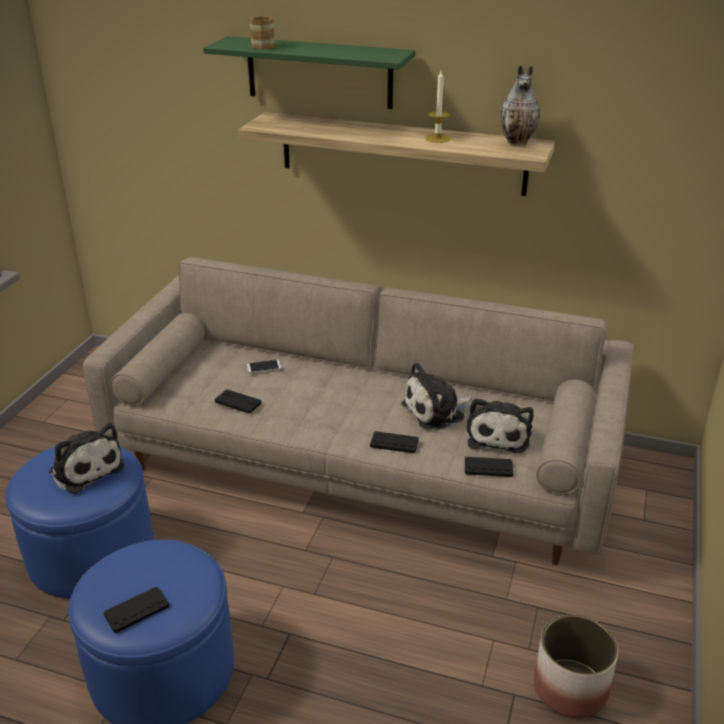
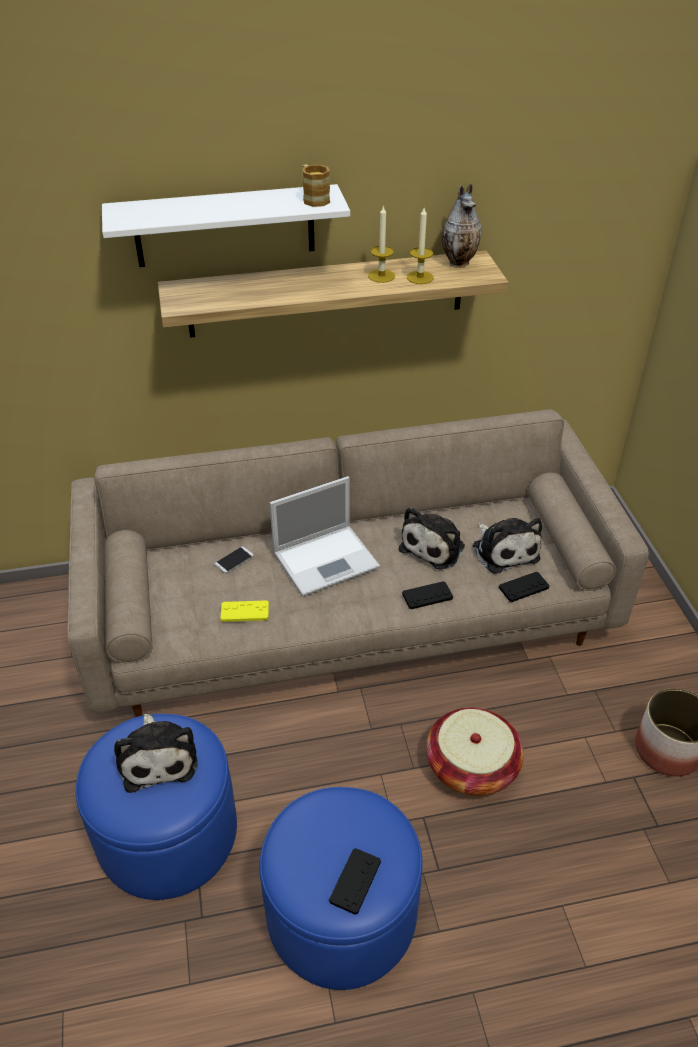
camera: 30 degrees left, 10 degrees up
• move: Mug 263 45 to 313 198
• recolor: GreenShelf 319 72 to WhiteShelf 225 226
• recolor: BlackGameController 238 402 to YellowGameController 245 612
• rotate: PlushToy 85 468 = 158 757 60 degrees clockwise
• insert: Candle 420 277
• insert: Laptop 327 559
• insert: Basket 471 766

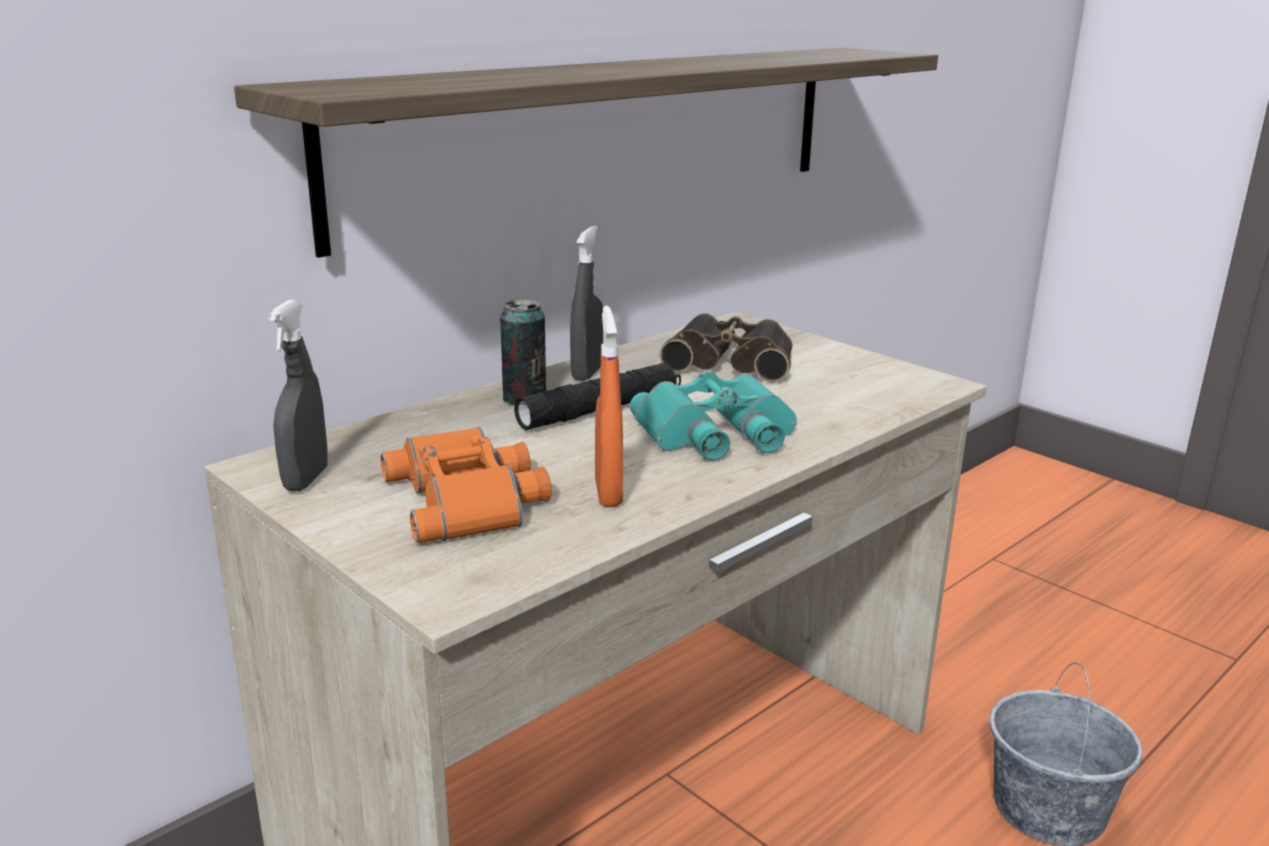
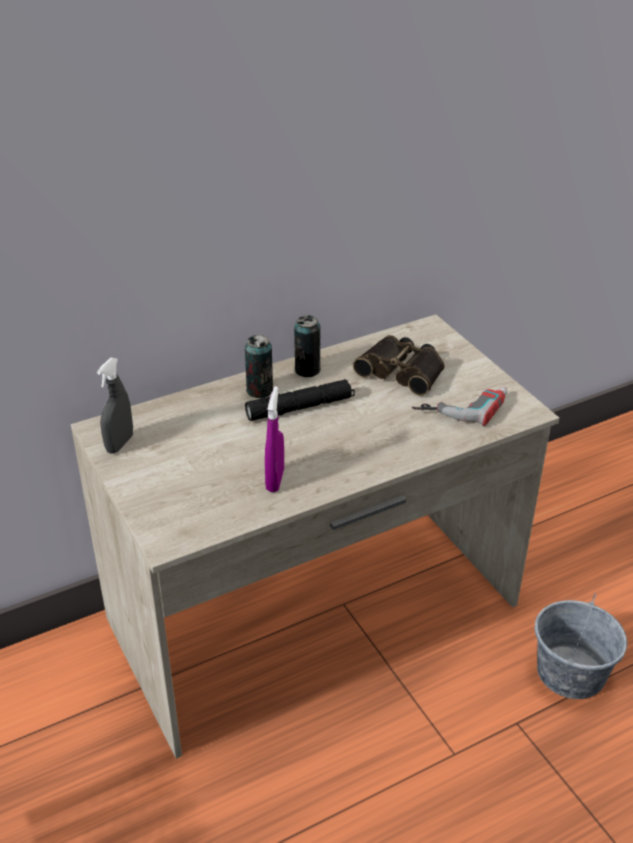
camera: 15 degrees right, 15 degrees up
• delete: Shelf 607 135
• replace: GreySprayBottle 587 373 to Can 307 370
• recolor: OrangeSprayBottle 608 493 to PurpleSprayBottle 275 480
• delete: TurquoiseBinoculars 717 434
• delete: OrangeBinoculars 470 499
• insert: PowerDrill 461 405

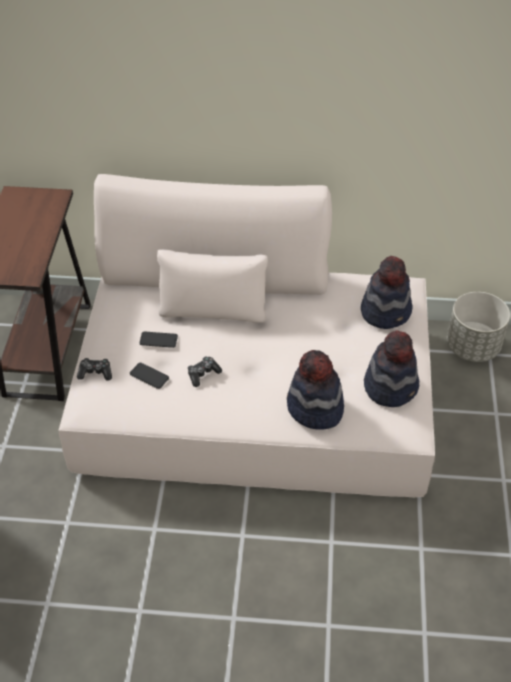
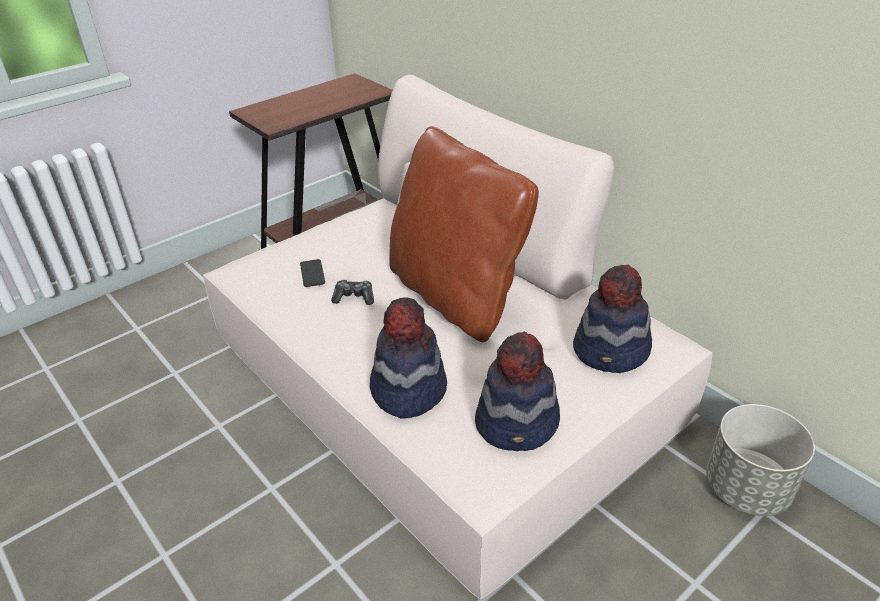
camera: 45 degrees right, 10 degrees down
• delete: Phone 158 340
• delete: GameController 95 373
• insert: BrownPillow 455 296

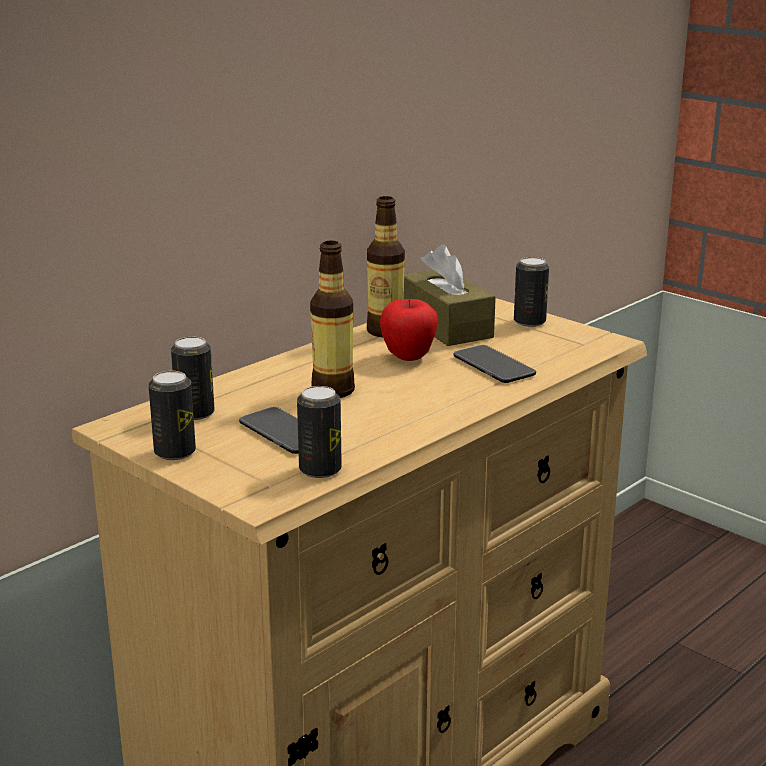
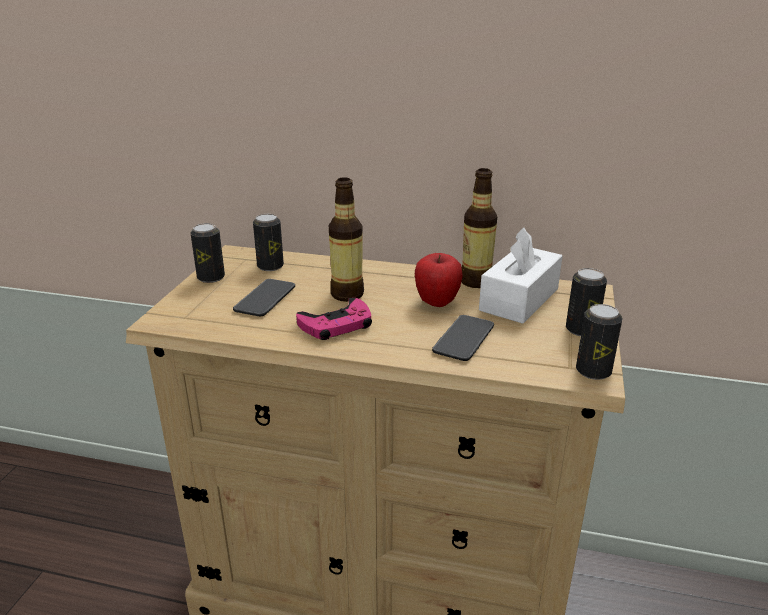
camera: 60 degrees right, 5 degrees up
• recolor: BrownTissueBox 446 326 to WhiteTissueBox 519 299
• move: Can 320 470 to 593 371
• insert: PinkGameController 337 325

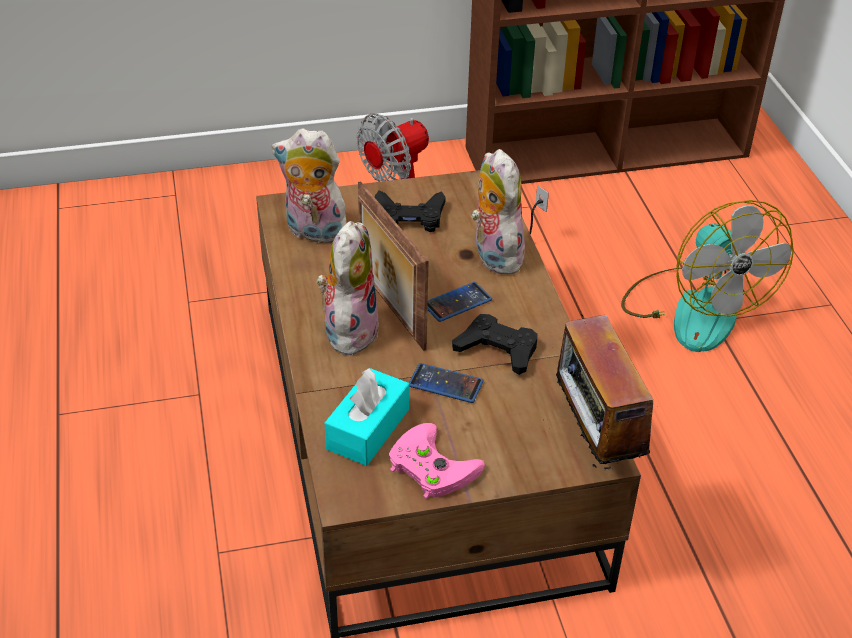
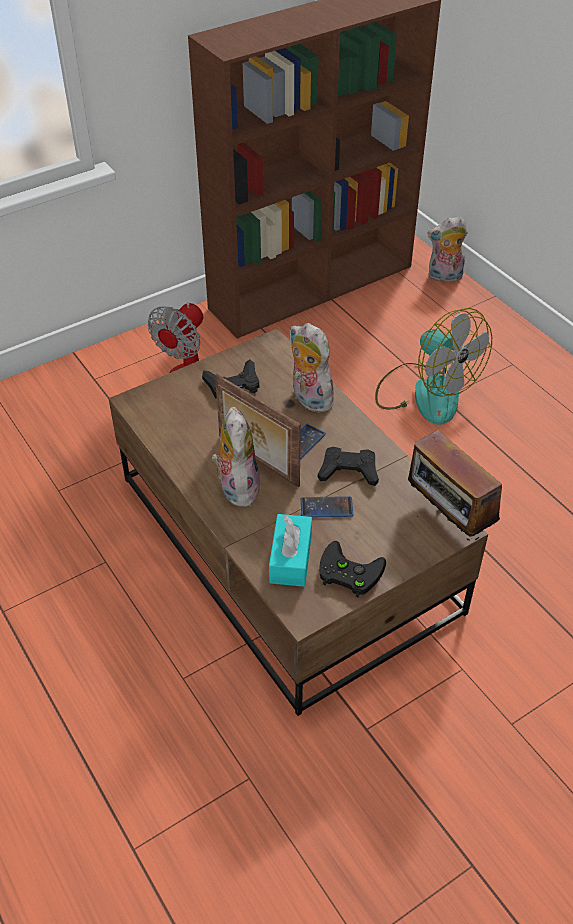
camera: 20 degrees left, 5 degrees up
• move: PlushToy 313 232 to 444 277
• recolor: PinkGameController 429 466 to BlackGameController 347 572

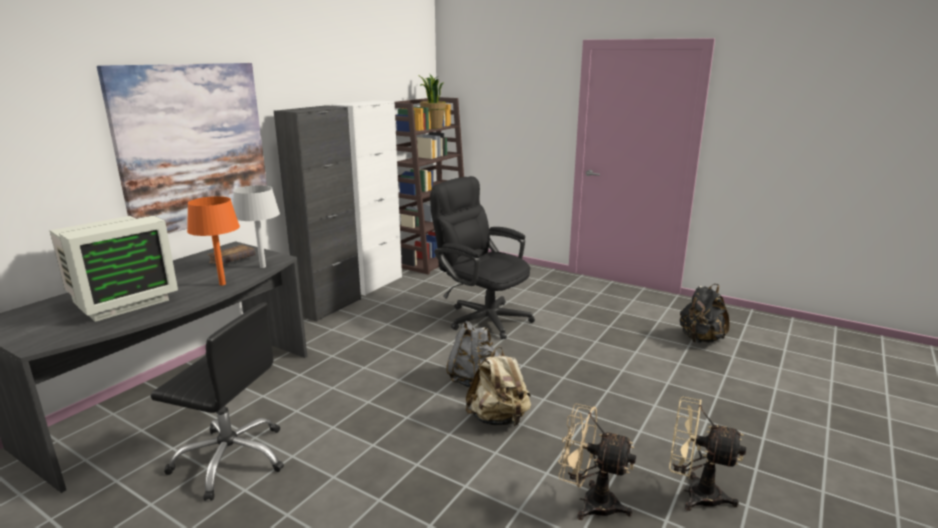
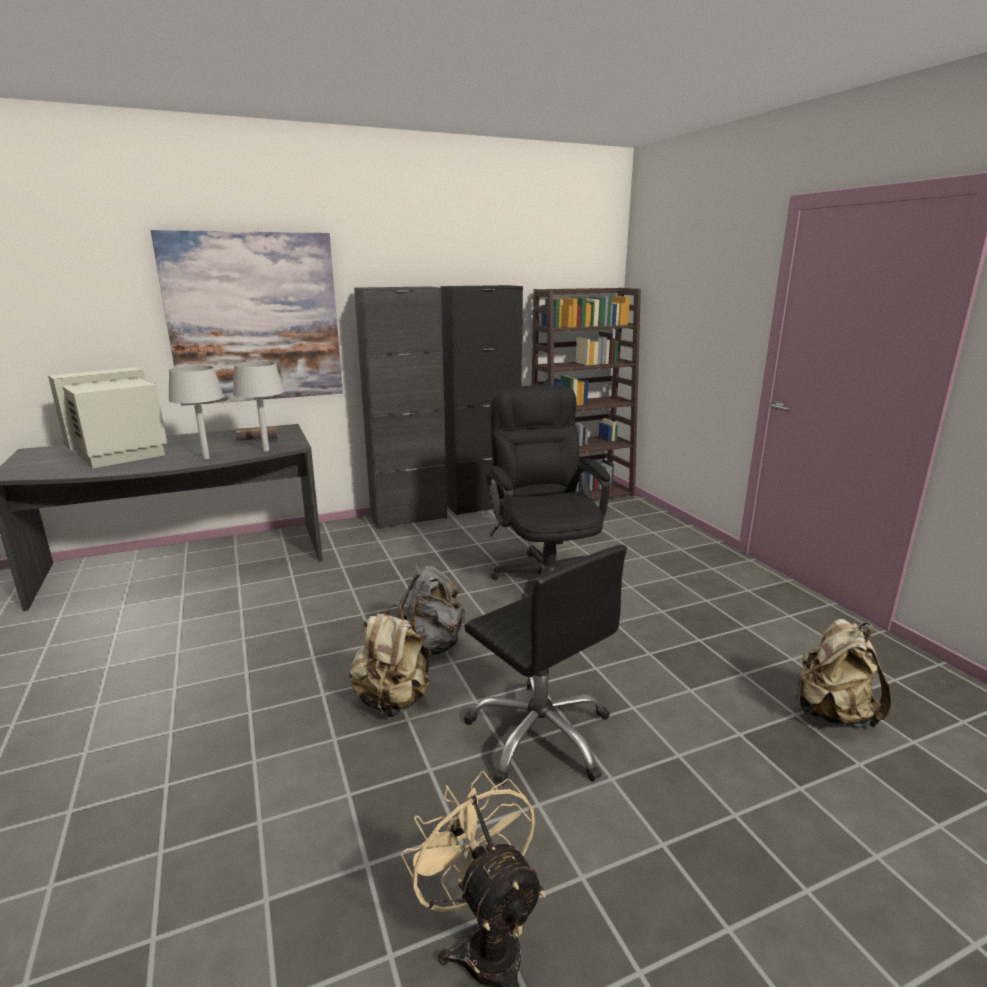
camera: 35 degrees right, 0 degrees up
• delete: PottedPlant 433 127
• recolor: WhiteCabinet 374 283 to BlackCabinet 483 505
• recolor: OrangeTableLamp 222 284 to GreyTableLamp 206 458
• rotate: Monitor 120 301 = 121 454 150 degrees clockwise
• recolor: BlackBackpack 701 339 to BeigeBackpack 832 713
• move: BlackOfficeChair 231 459 to 540 734
• delete: BeigeFan 590 502

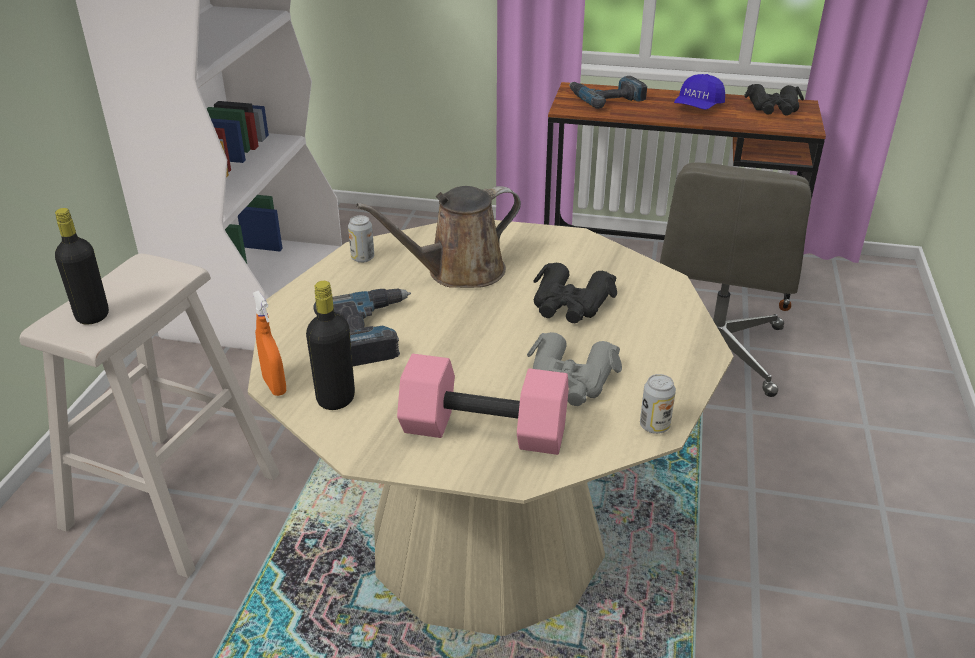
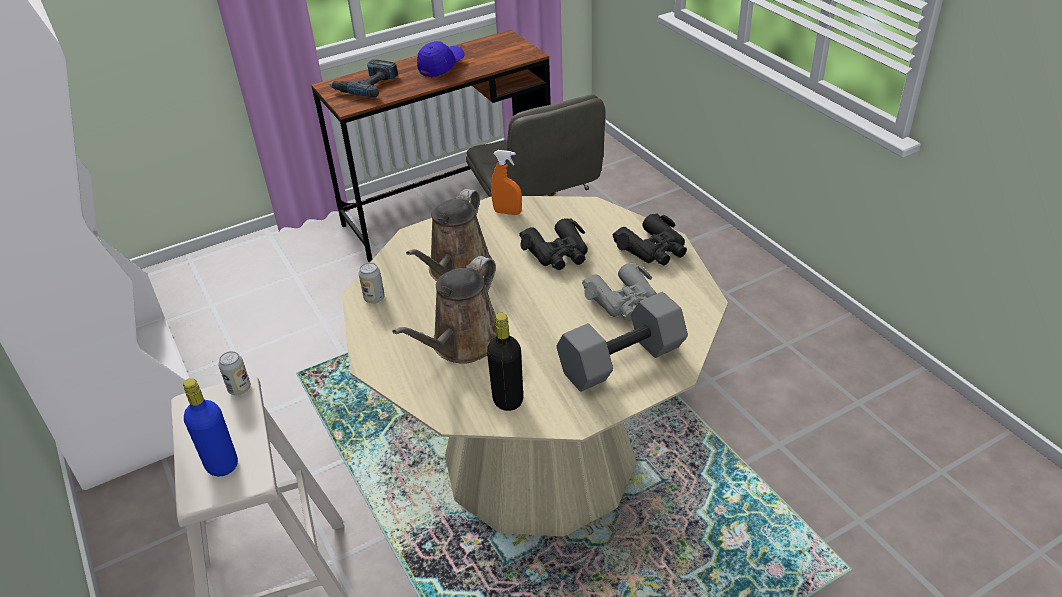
camera: 40 degrees left, 5 degrees up
• rotate: BlueCap 698 107 = 441 66 135 degrees counterclockwise
• move: BlackBinoculars 773 108 to 653 249
• recolor: BlackBottle 92 316 to BlueBottle 222 465
• replace: PowerDrill 371 332 to BrownWateringCan 463 344
• move: OrangeSprayBottle 274 386 to 507 212
• recolor: PinkDumbbell 486 429 to GreyDumbbell 621 359
• move: Can 654 426 to 239 388

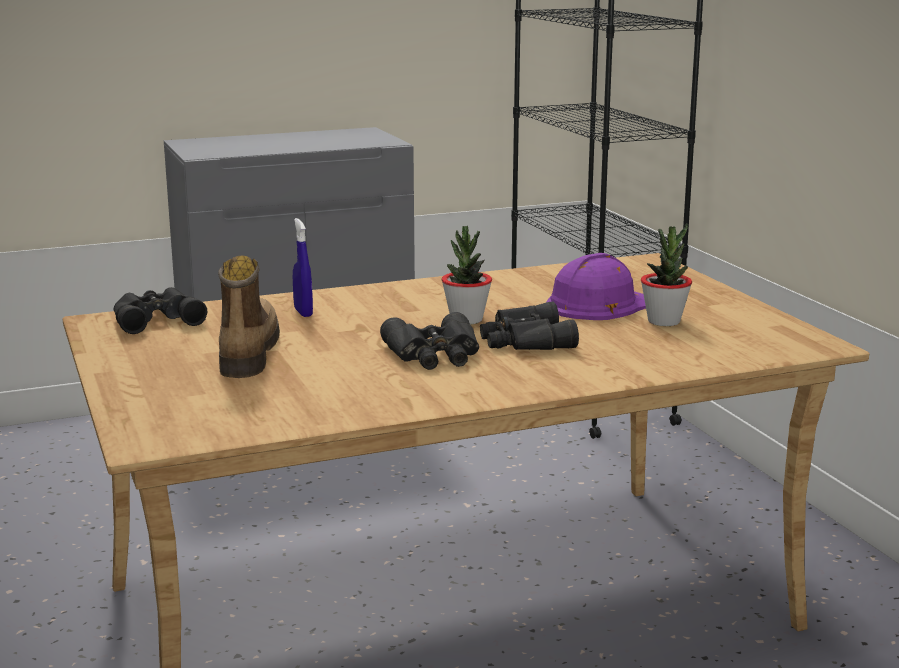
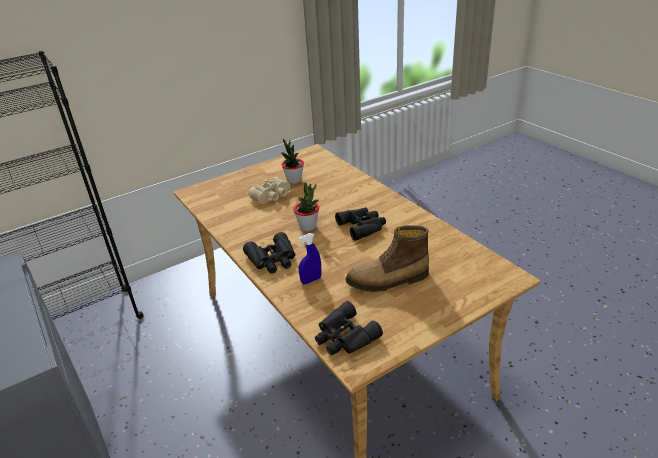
camera: 100 degrees left, 15 degrees up
• replace: PurpleHardHat 599 304 to BeigeBinoculars 272 196
• move: BlackBinoculars 524 341 to 273 259

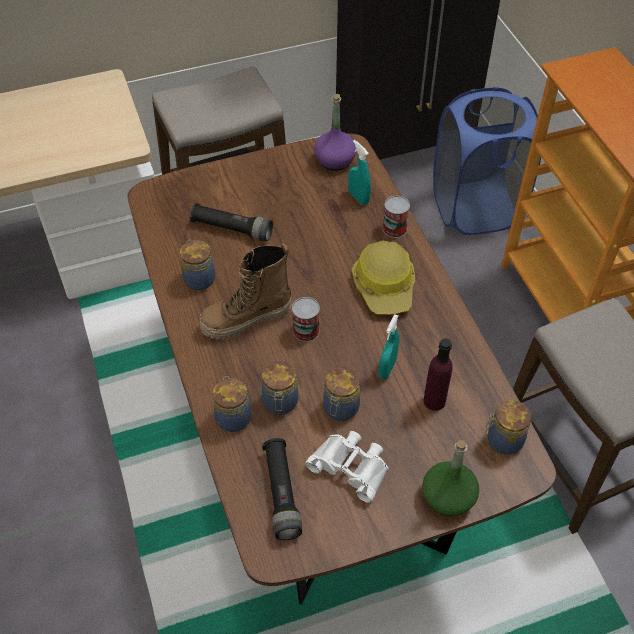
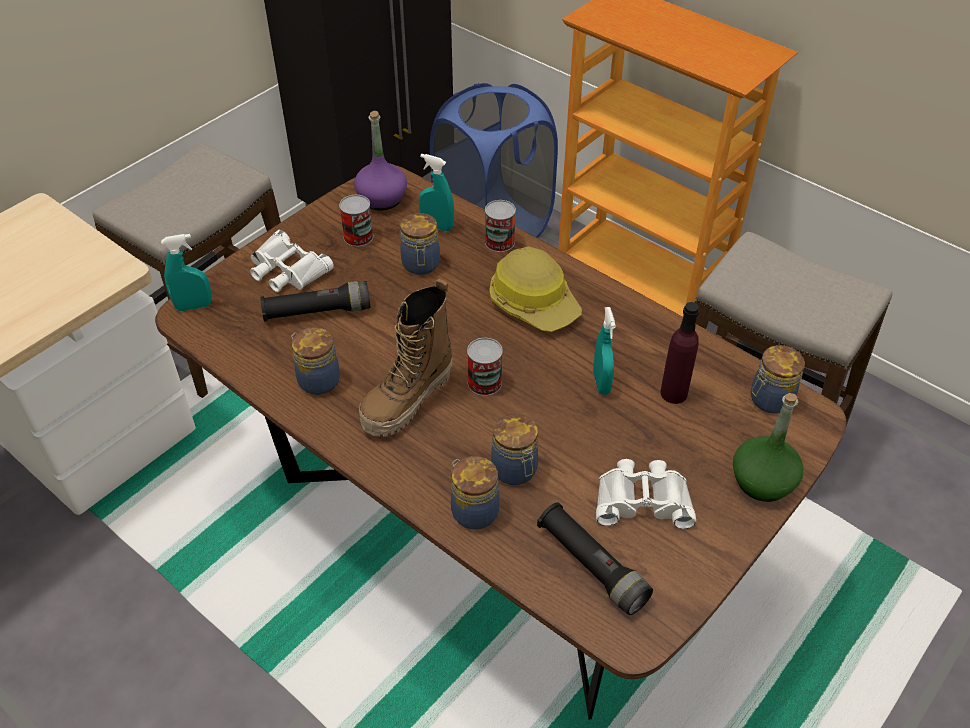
camera: 30 degrees left, 5 degrees down
• move: Jar 340 409 to 421 265
• insert: Can 358 237
• insert: WhiteBinoculars 287 270
• insert: TurquoiseSprayBottle 194 306

